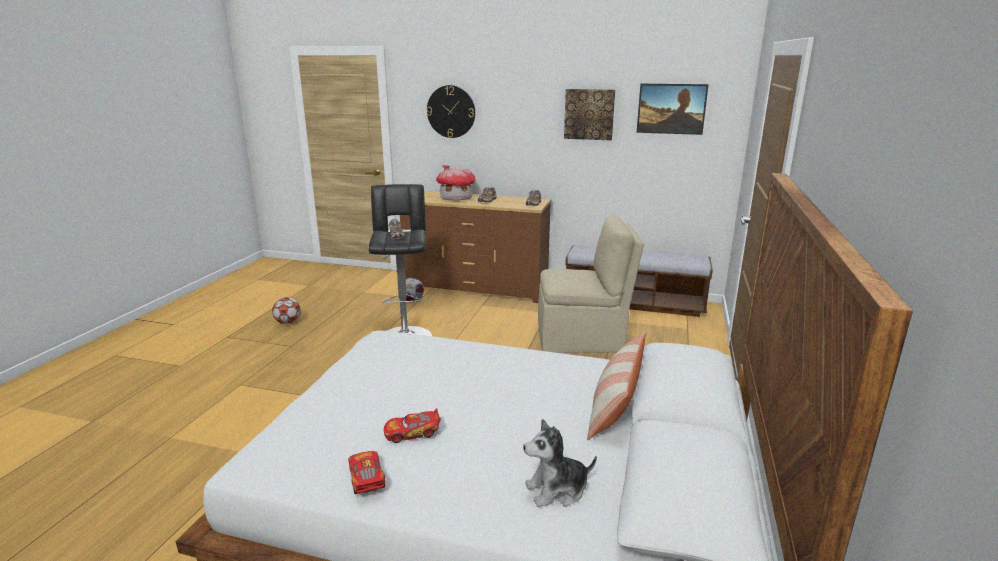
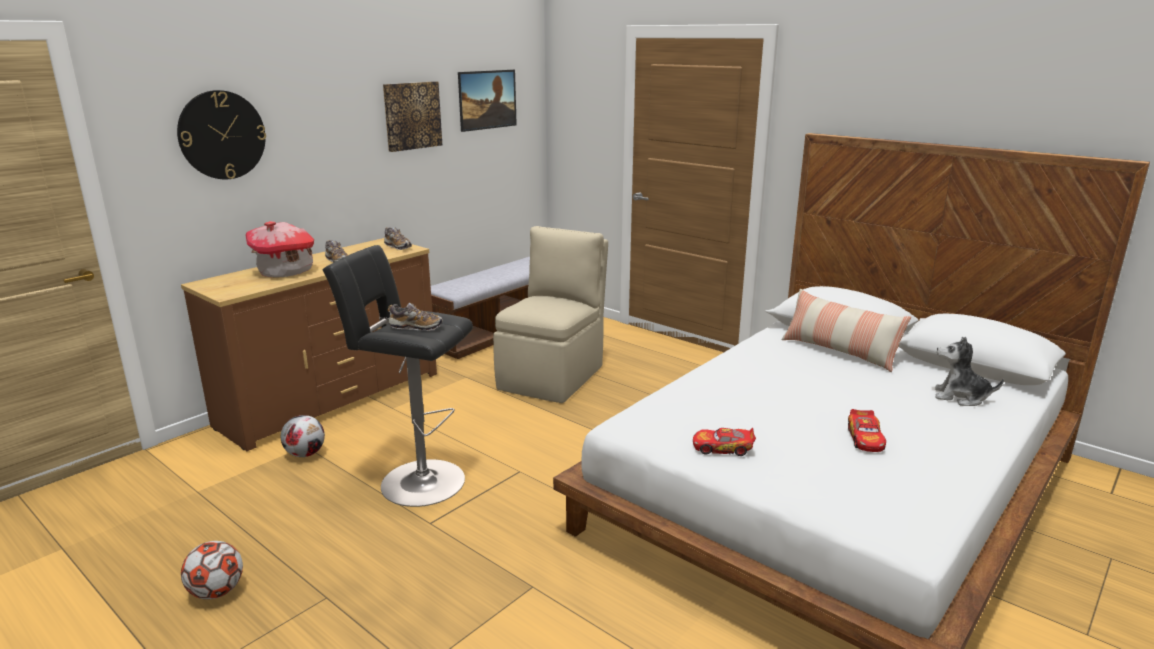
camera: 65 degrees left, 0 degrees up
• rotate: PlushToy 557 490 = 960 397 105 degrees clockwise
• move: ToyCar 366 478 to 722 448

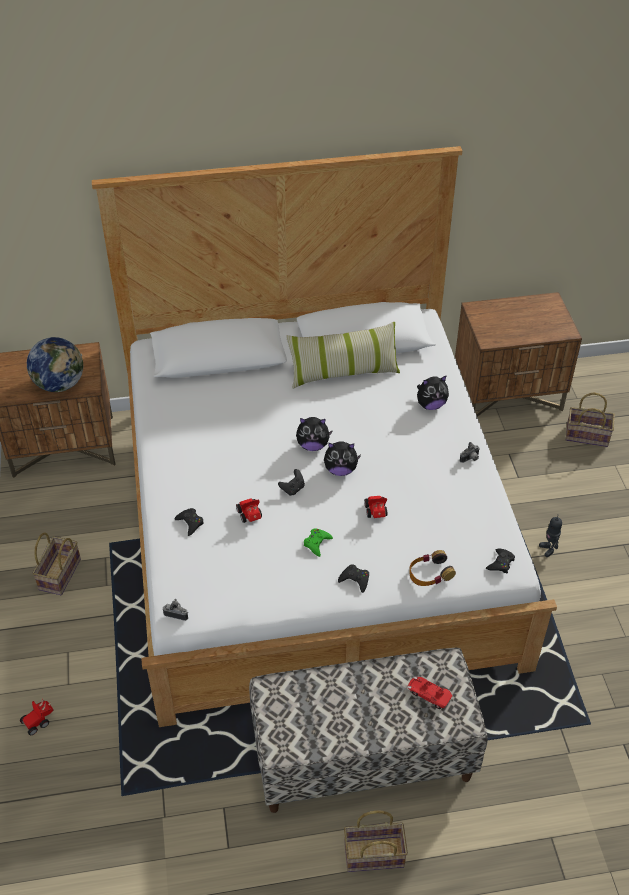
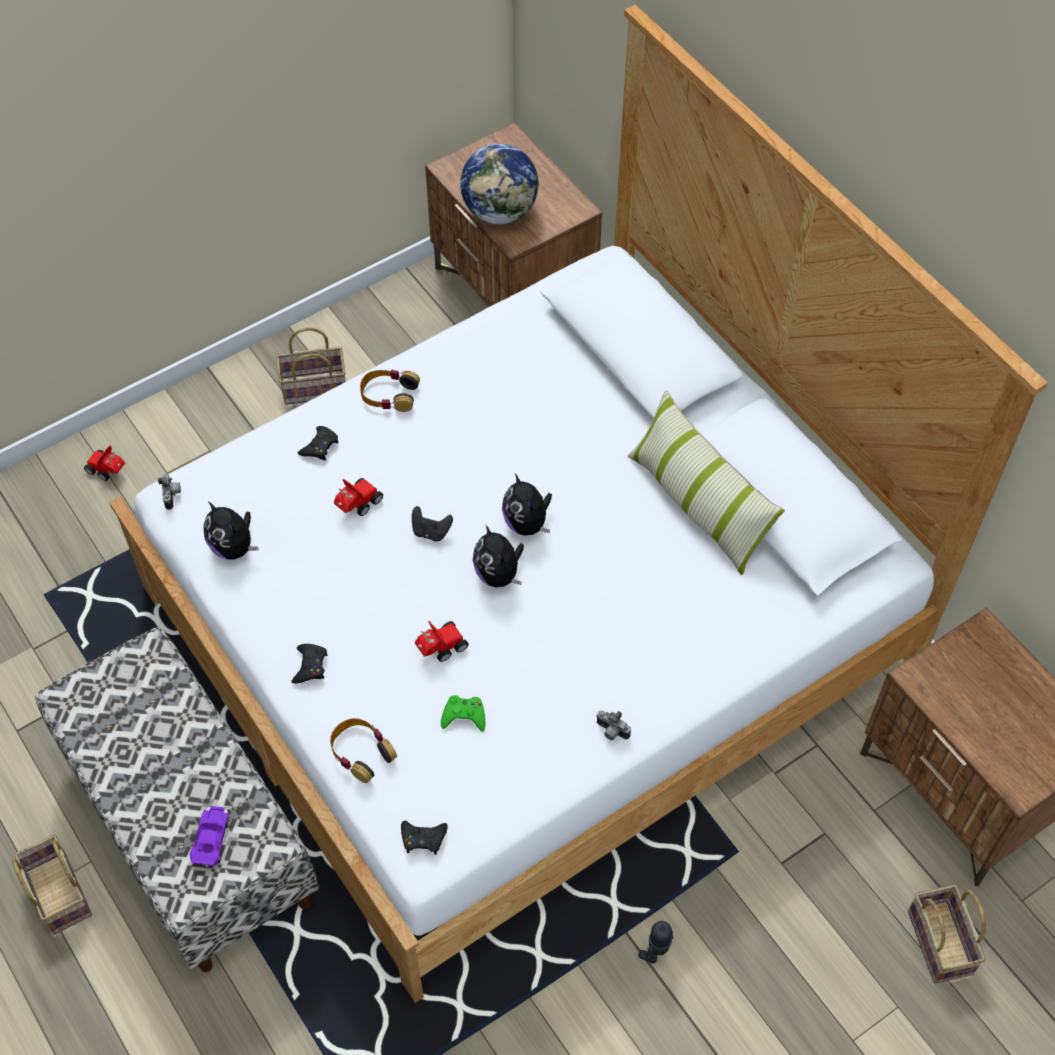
camera: 65 degrees right, 10 degrees up
• move: PlushToy 430 405 to 234 547
• move: GreenGameController 317 543 to 464 716
• recolor: RedToyCar 429 694 to PurpleToyCar 211 838
• insert: Headphones 389 394

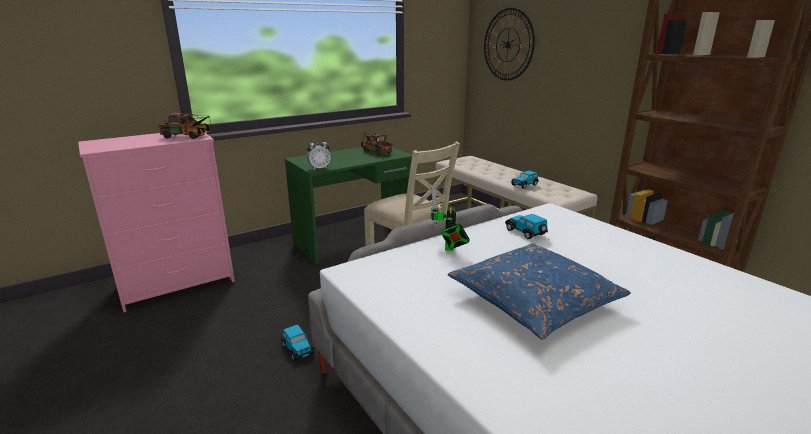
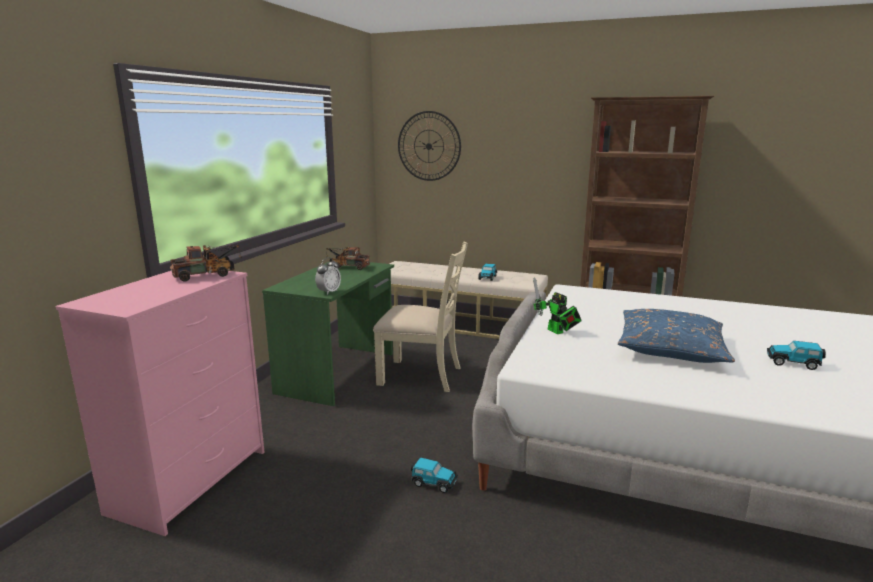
camera: 35 degrees left, 5 degrees down
• move: ToyCar 526 232 to 793 363

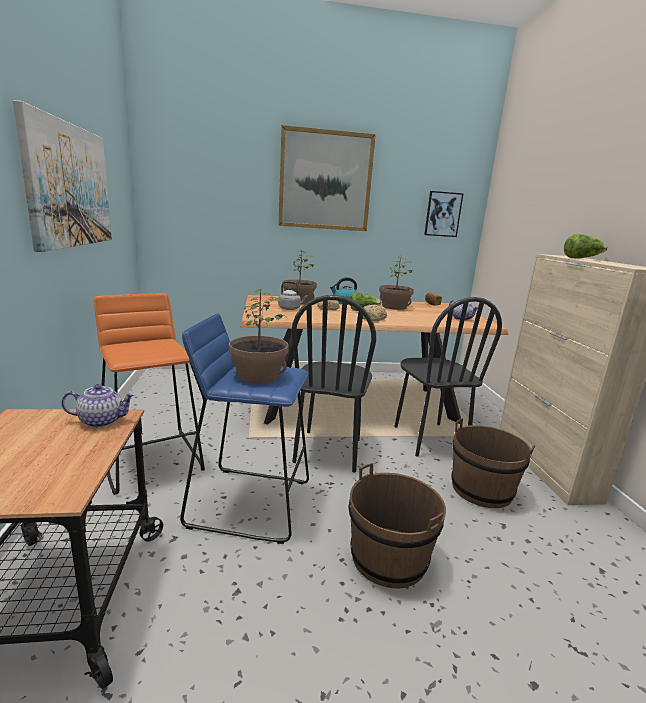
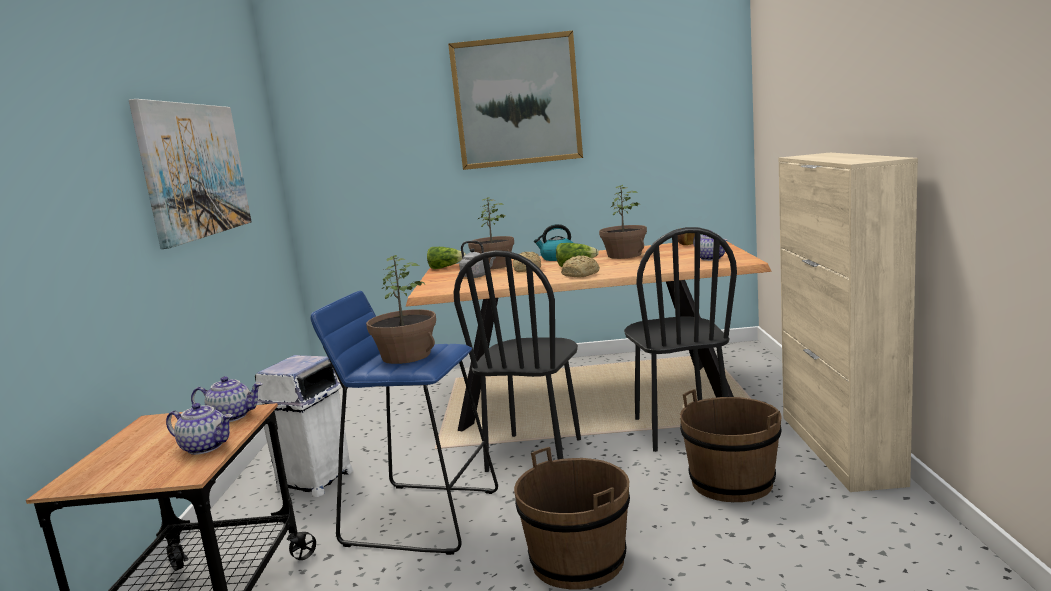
camera: 10 degrees right, 5 degrees down
• delete: Picture 442 214
• move: Lettuce 581 258 to 445 267
• replace: OrangeStool 152 459 to WhiteTrashCan 314 481
• insert: Teapot 206 447

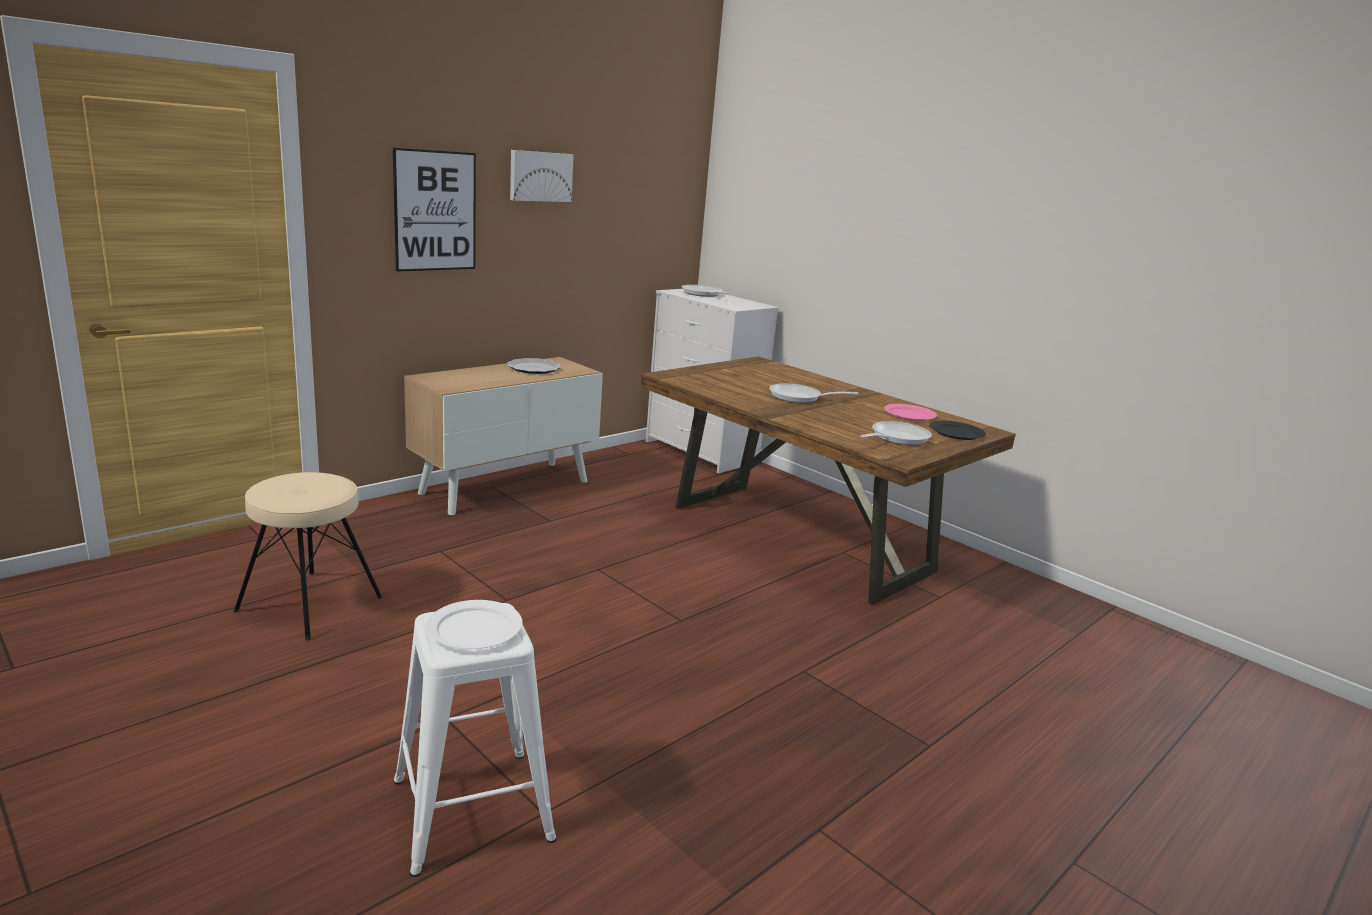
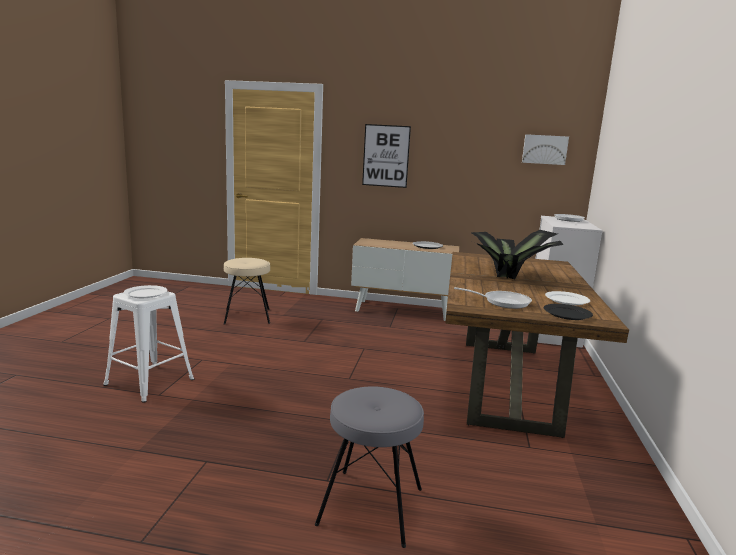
camera: 55 degrees right, 5 degrees down
• move: Picture 540 176 to 544 149
• replace: FryingPan 800 397 to PottedPlant 513 277
• recolor: PinkPlate 910 415 to WhitePlate 567 300
• insert: GreyStool 371 506

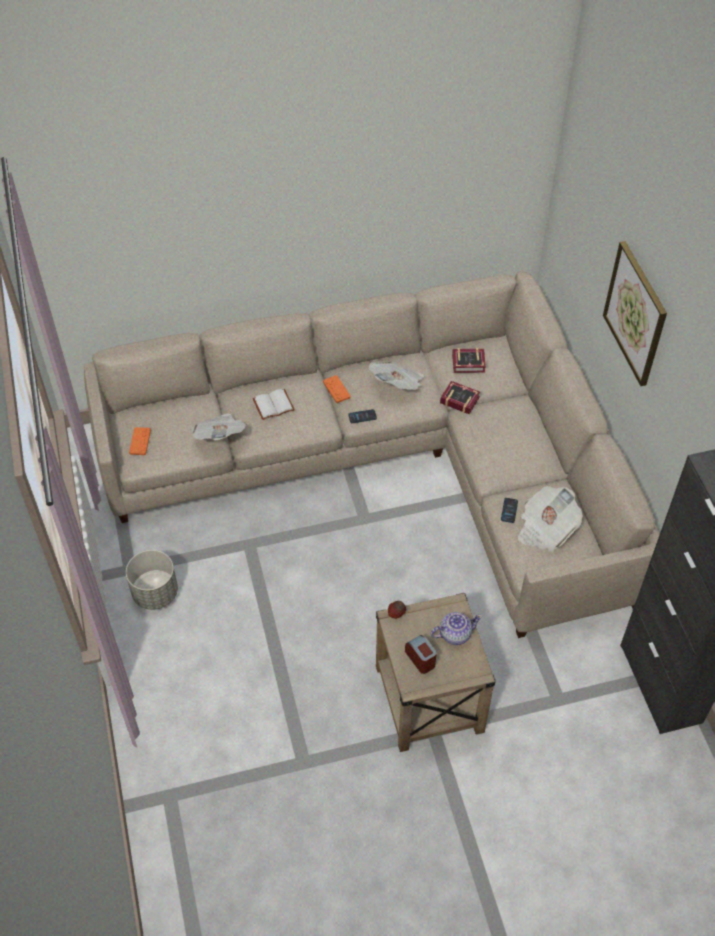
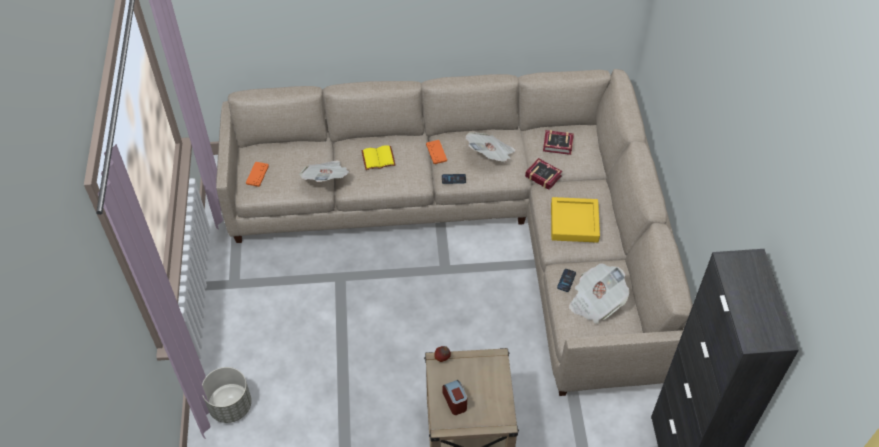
camera: 10 degrees right, 0 degrees up
• delete: Picture 636 313
• recolor: WhiteBook 273 404 to YellowBook 378 158
• move: GreyPlanter 155 593 to 230 405
• delete: Teapot 454 634
• insert: YellowTray 574 223

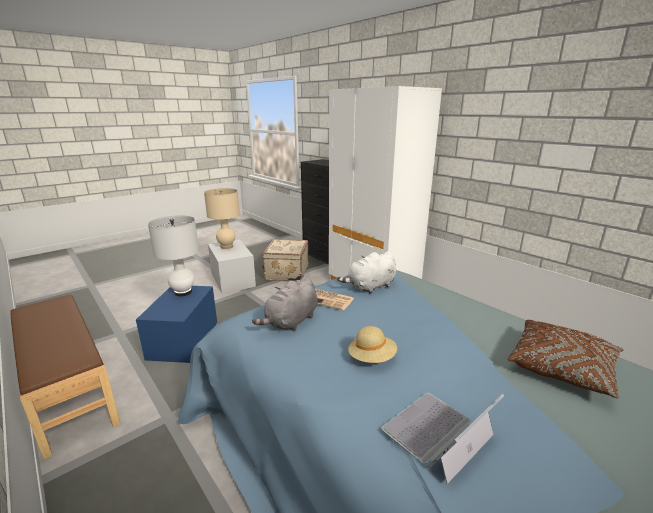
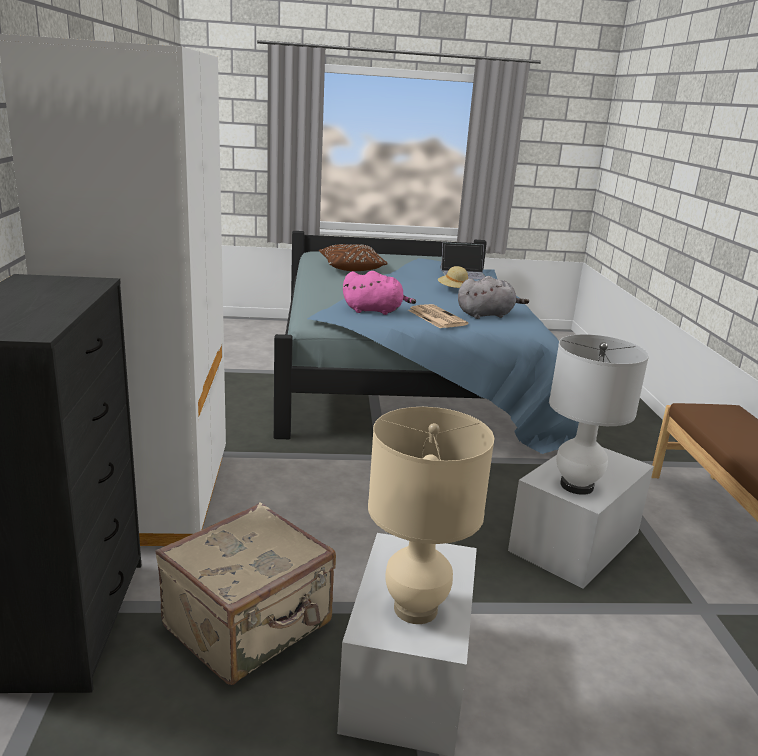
camera: 145 degrees left, 0 degrees up
• recolor: WhitePlushToy 370 287 to PinkPlushToy 375 311
• recolor: BlueStorageBox 183 339 to WhiteStorageBox 574 542

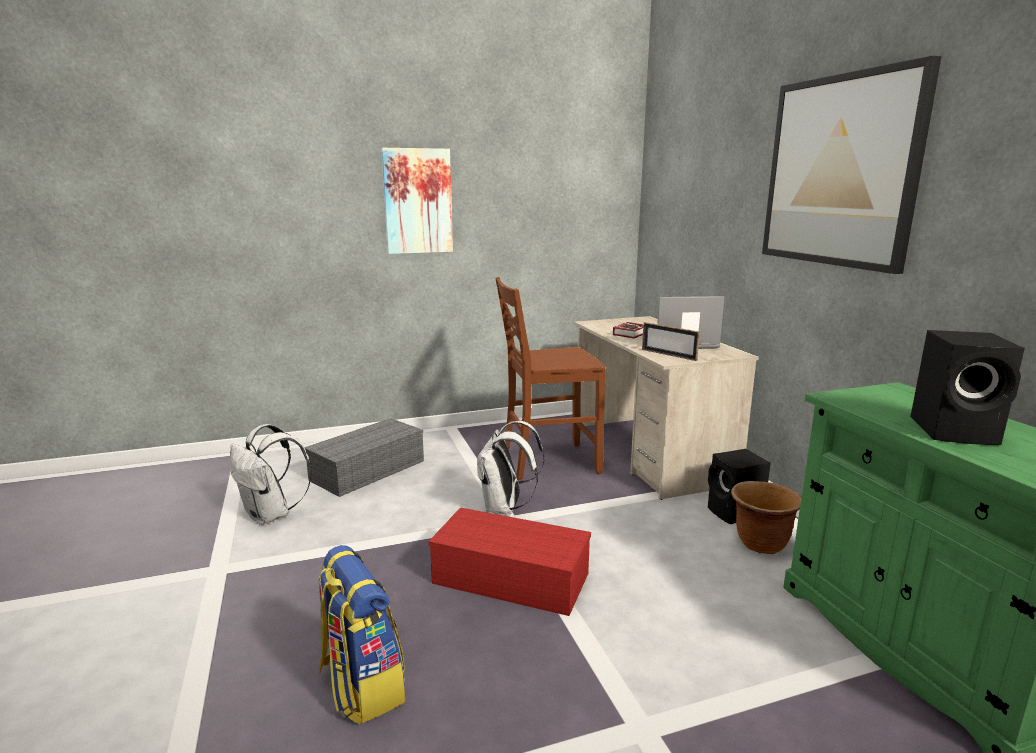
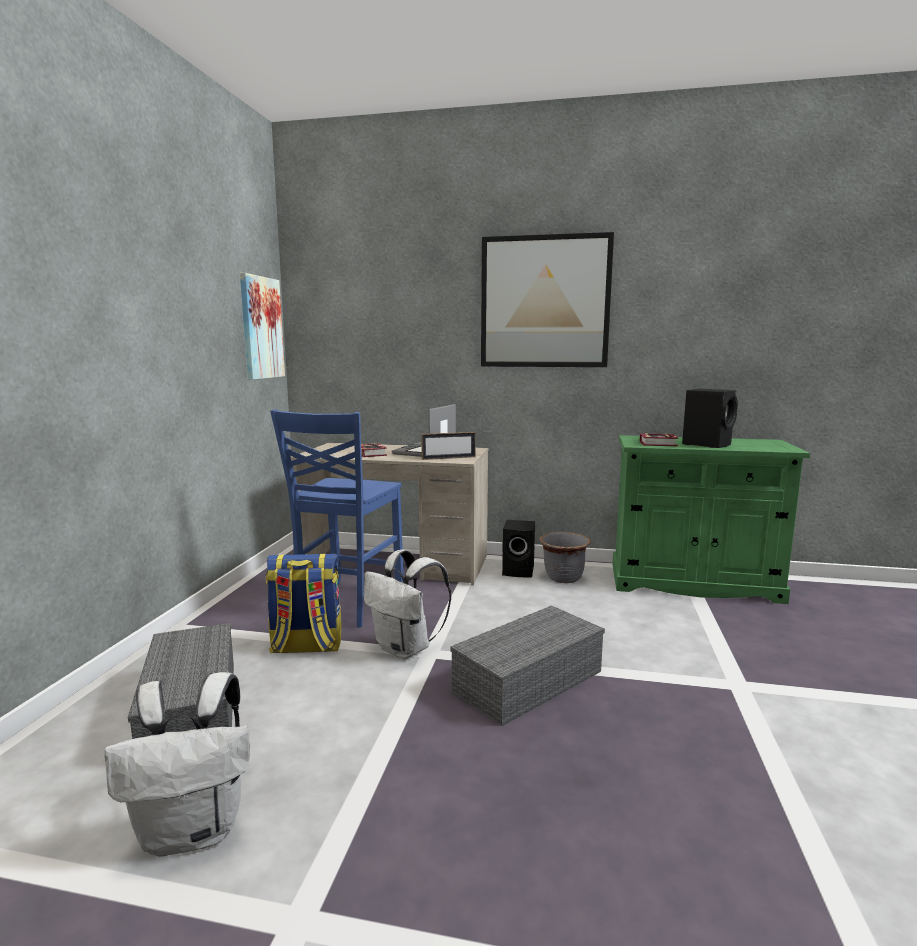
camera: 60 degrees left, 5 degrees down
• move: Picture 417 201 to 261 328
• recolor: BrownChair 547 462 to BlueChair 347 604
• recolor: BrownPlanter 760 544 to GreyPlanter 563 578
• recolor: RedStorageBox 513 578 to GreyStorageBox 528 679
• move: Backpack 361 685 to 306 647
• insert: Book 660 444

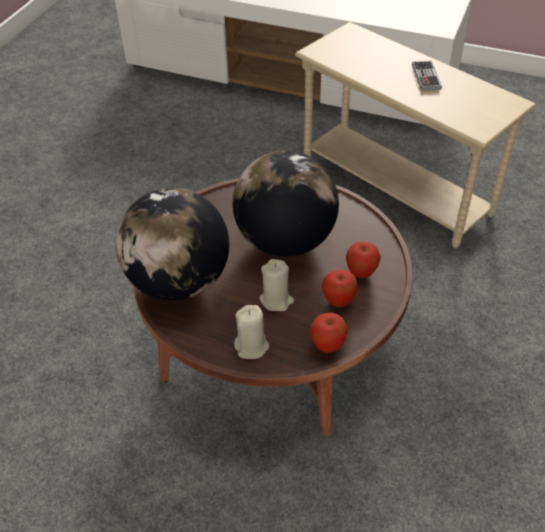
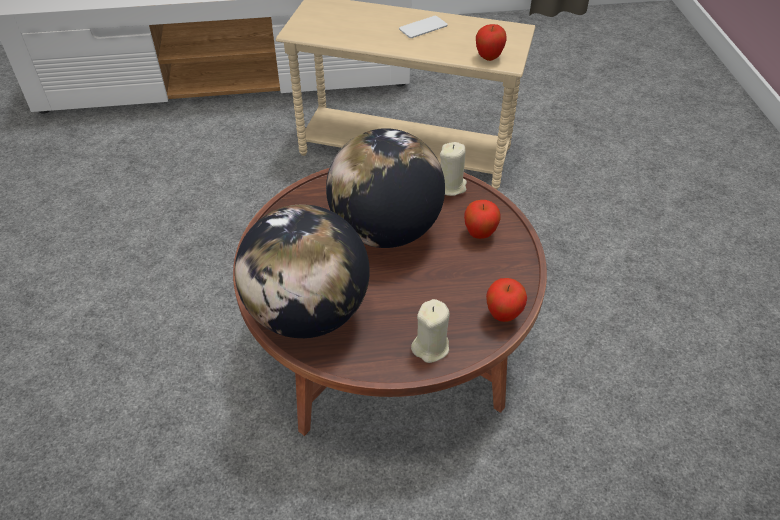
camera: 30 degrees left, 0 degrees up
• replace: GameController 426 77 to Phone 423 28
• move: BeigeCandle 276 300 to 451 186
• move: Apple 338 301 to 489 57

